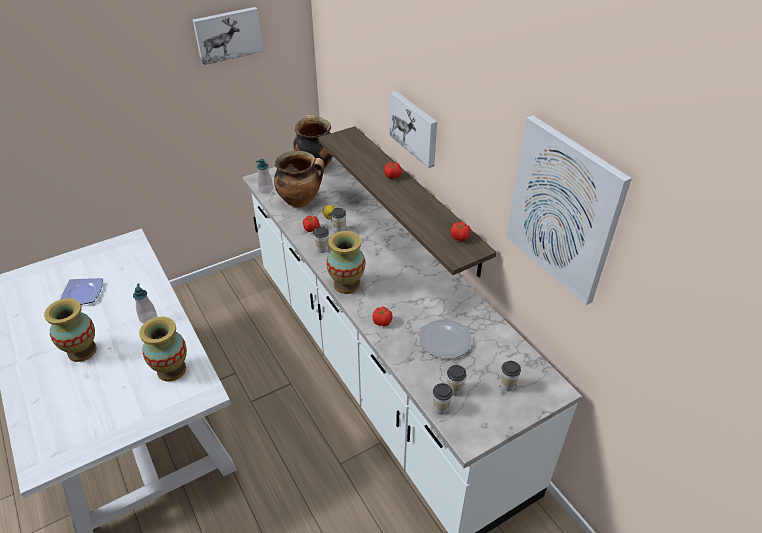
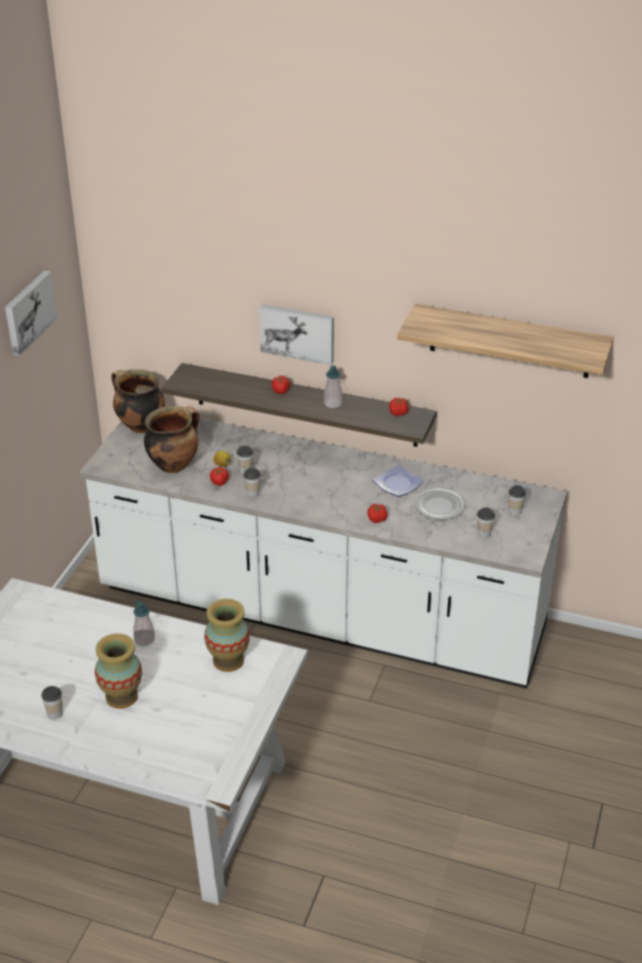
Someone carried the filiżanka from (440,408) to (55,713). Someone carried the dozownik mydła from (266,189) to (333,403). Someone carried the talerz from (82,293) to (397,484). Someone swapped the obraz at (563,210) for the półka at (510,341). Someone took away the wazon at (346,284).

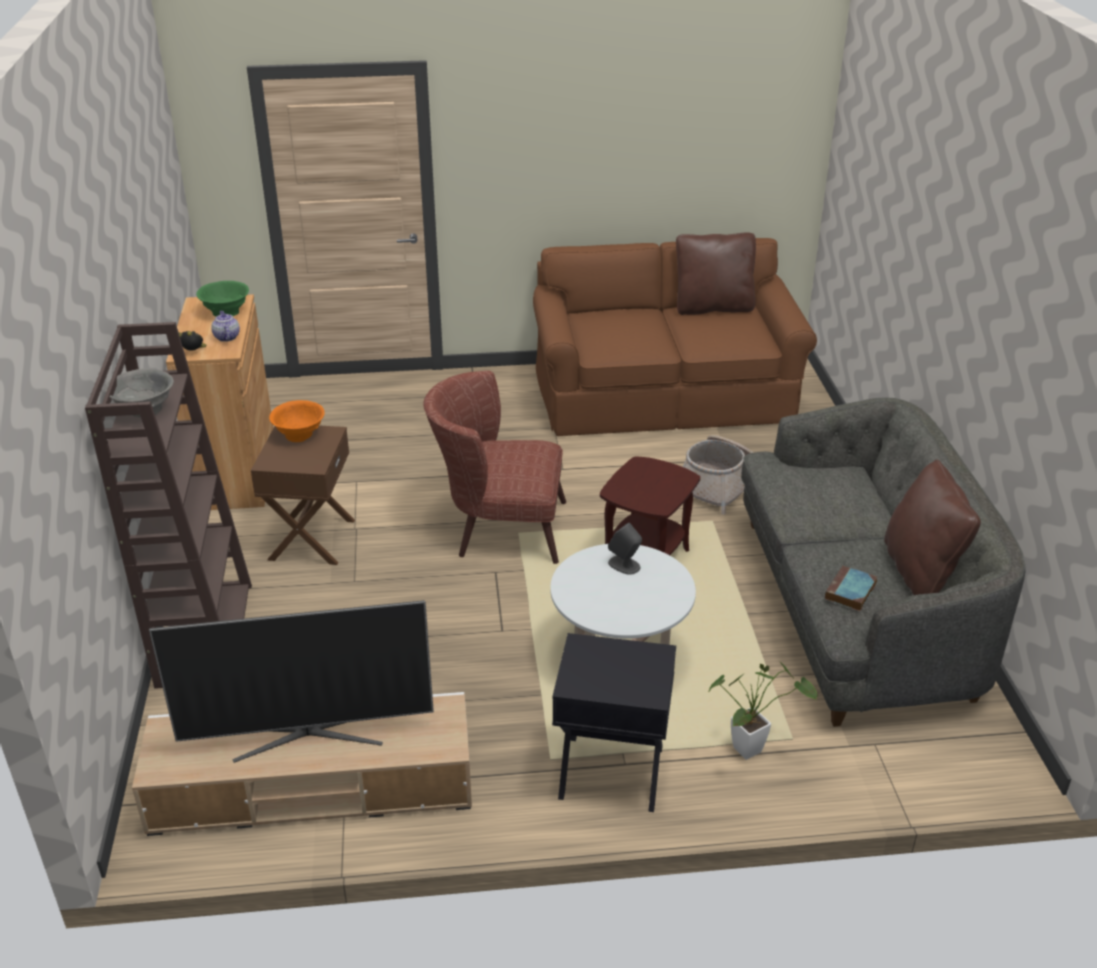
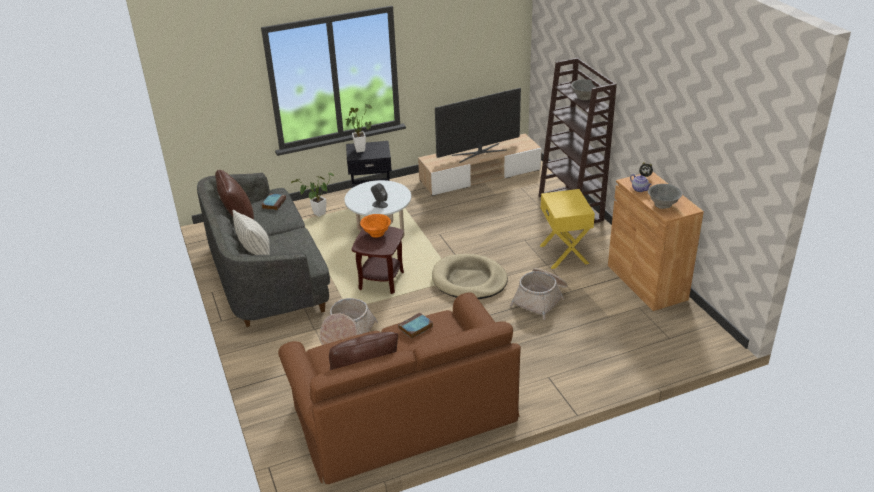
Someone put down the poduszka at (255,252). Someone put down the roślina doniczkowa at (359,149). Someone carried the miska (pomarańczowy) from (299,435) to (376,233). Someone put down the książka at (415,328). Someone swapped the fotel (brązowy) at (498,528) for the legowisko (beżowy) at (469,280). Someone put down the koszyk at (541,299). Someone repainted the stolik (brązowy) at (310,539), which became the stolik (żółty) at (565,254). Someone repainted the miska (zielony) at (226,312), which became the miska (szary) at (663,205).

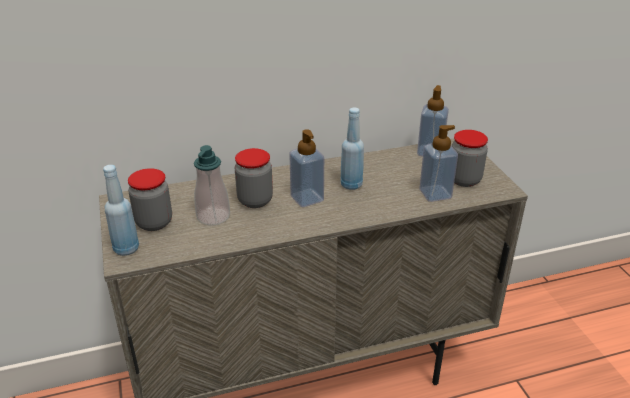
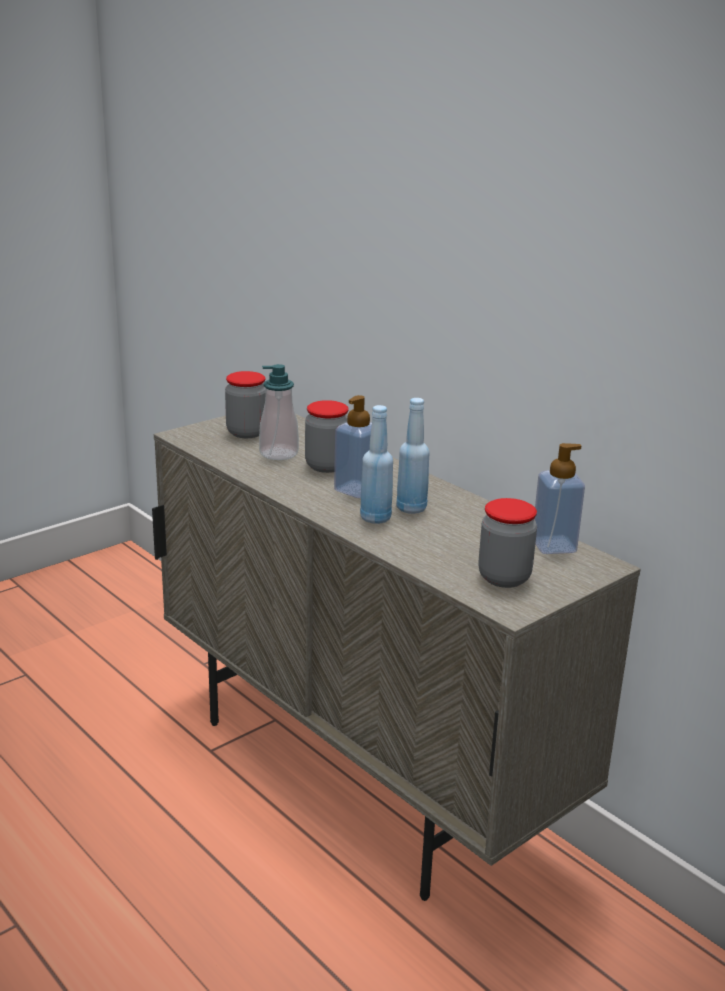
Someone carried the butelka (niebieski) from (126,249) to (375,518). Someone took away the dozownik mydła at (435,194).

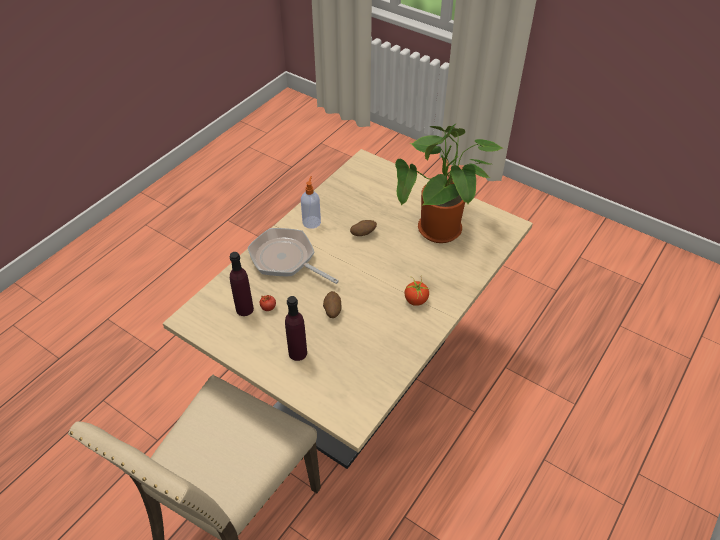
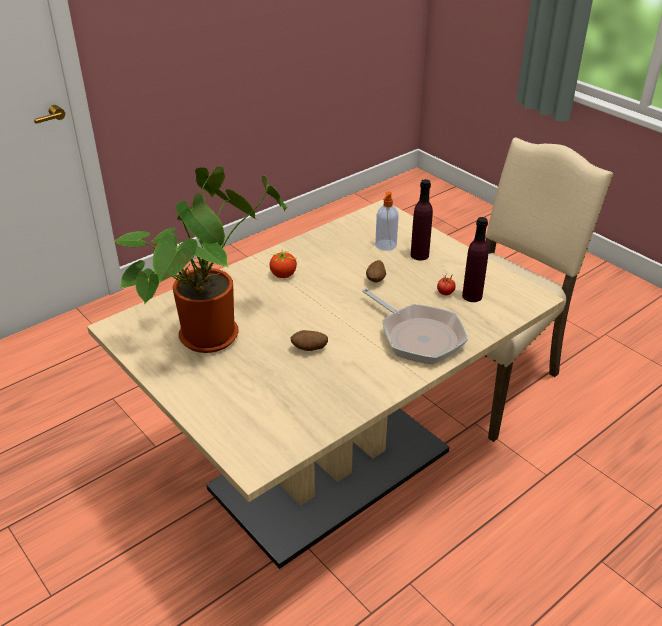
Someone carried the dozownik mydła from (311,222) to (385,245).

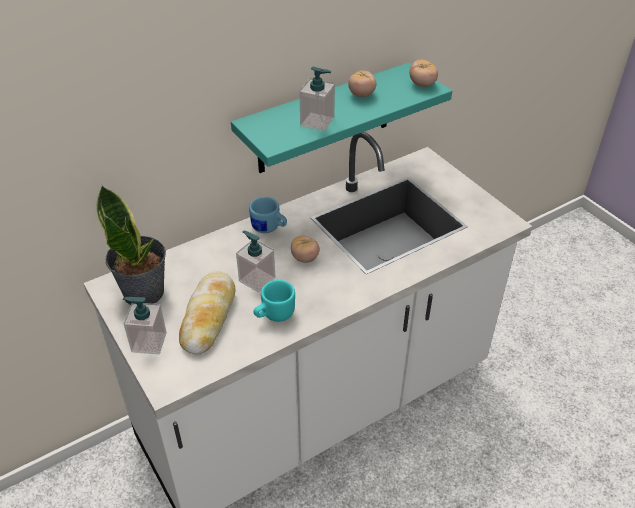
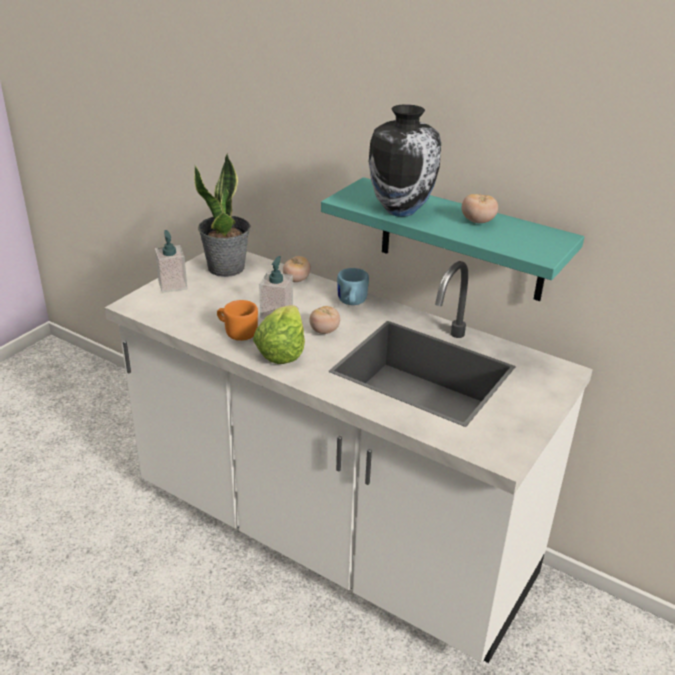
Someone repainted the kubek (turkusowy) at (274,315), which became the kubek (pomarańczowy) at (237,333). Someone put down the sałata at (281,350). Someone carried the pomidor from (422,84) to (296,280). Someone swapped the dozownik mydła at (317,122) for the wazon at (401,210). Someone took away the chleb at (208,317).

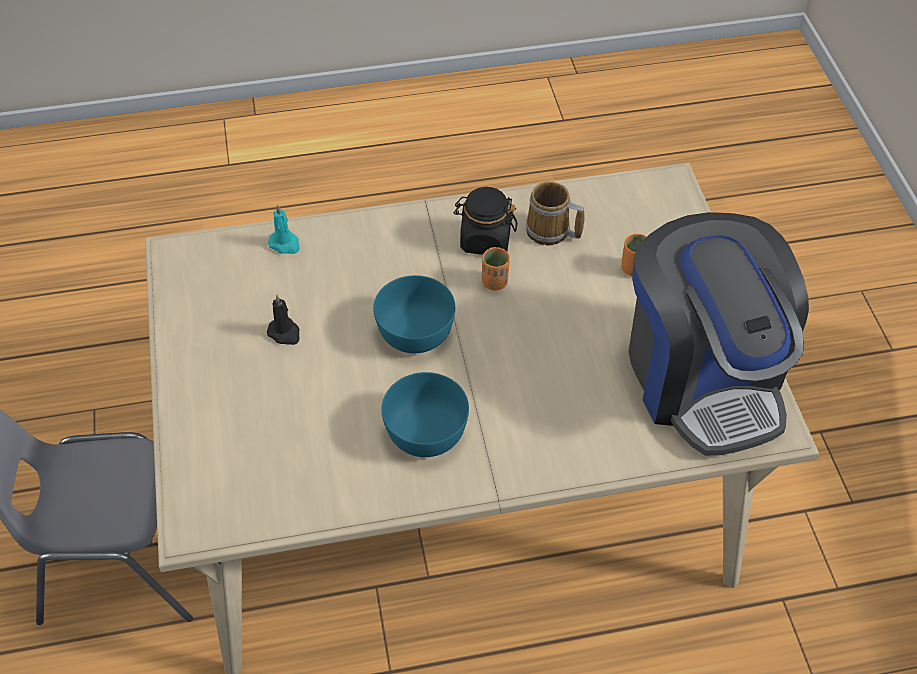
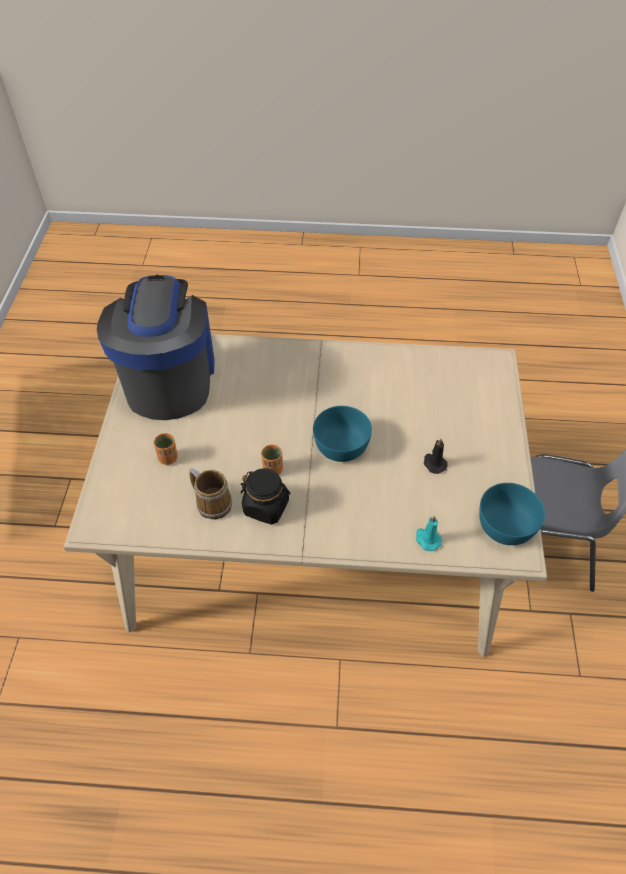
Someone carried the miska (turkusowy) from (425,430) to (506,526).

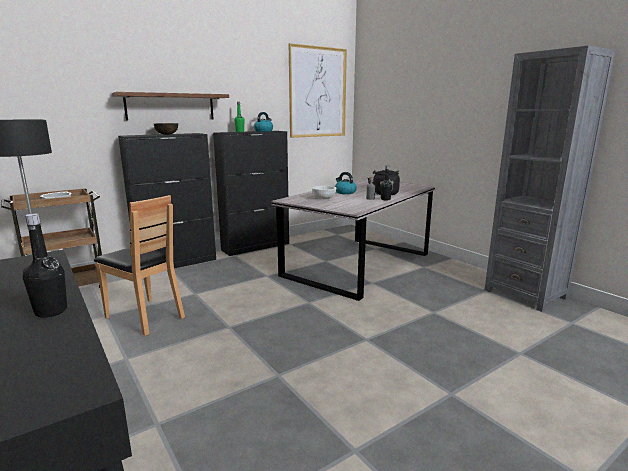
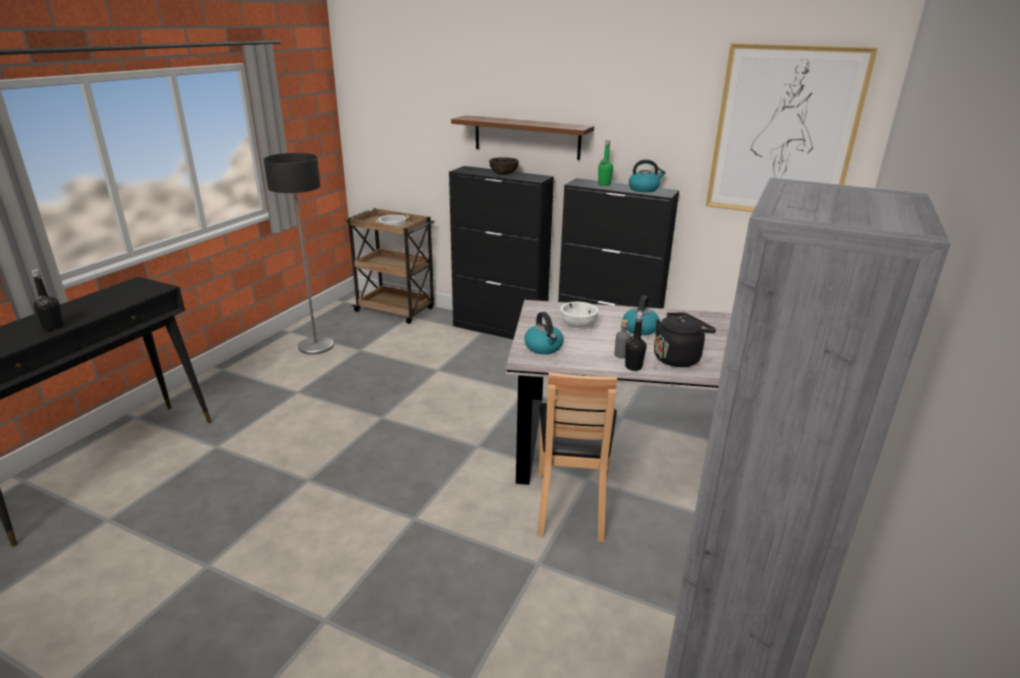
Someone put down the czajnik at (544,347). Someone carried the krzesło (brązowy) from (145,316) to (571,505).

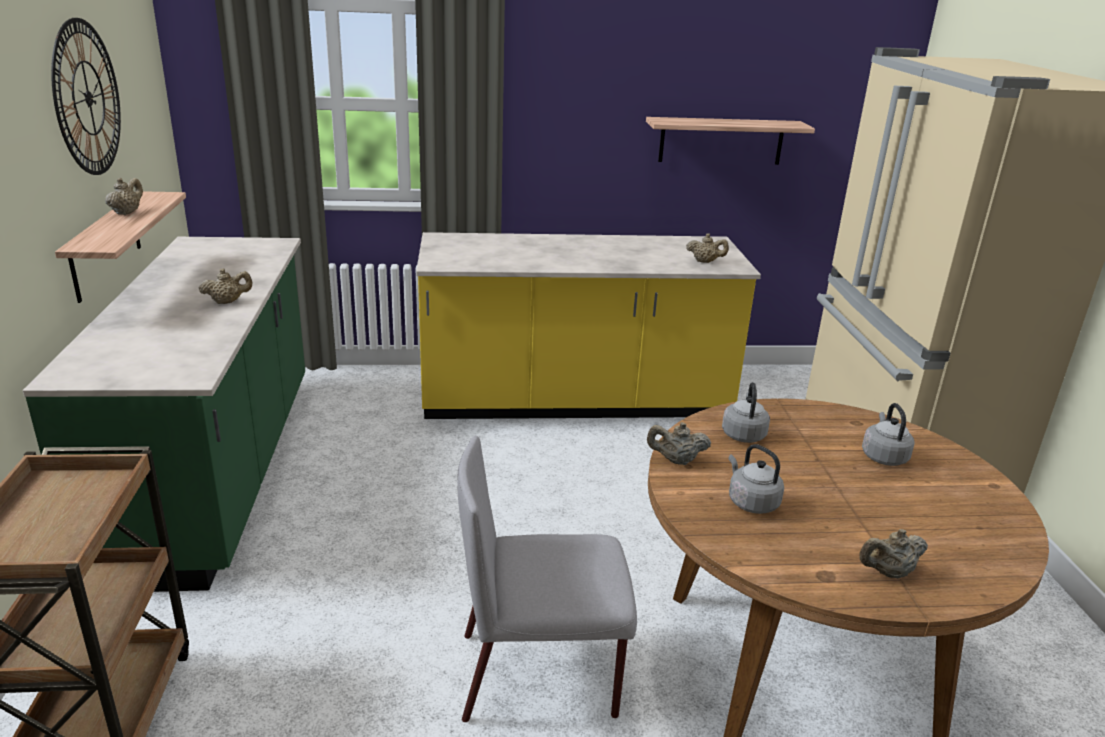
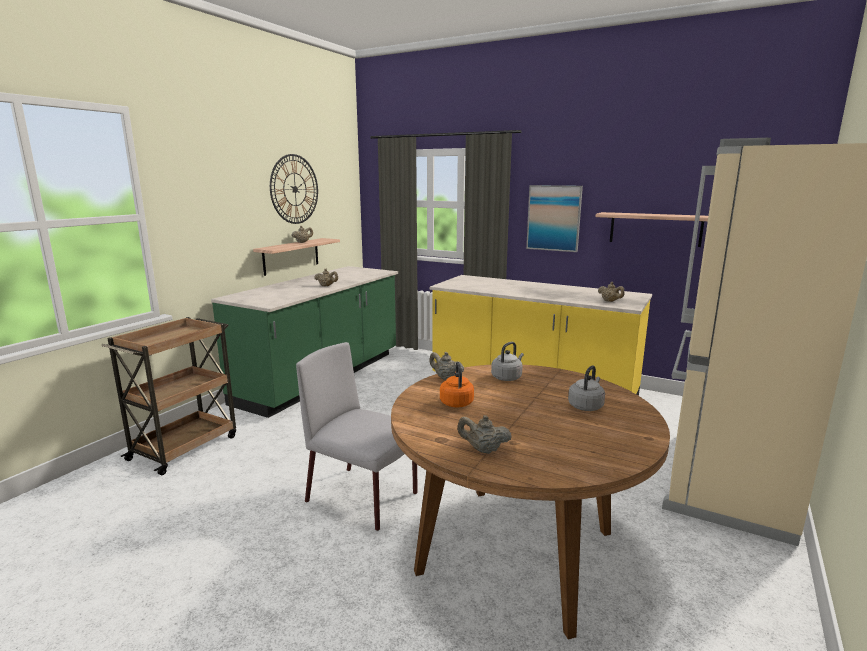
Someone repainted the czajnik (szary) at (751,502), which became the czajnik (pomarańczowy) at (456,402). Someone put up the obraz at (554,218).

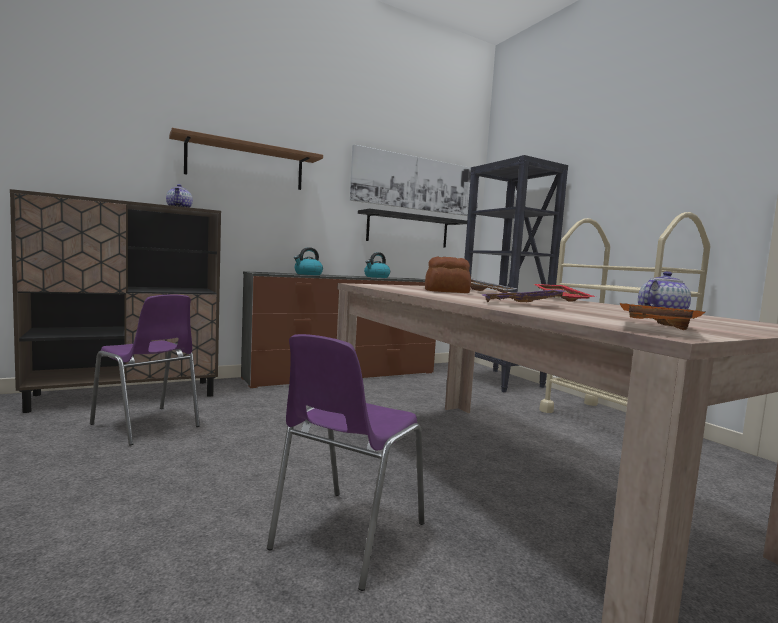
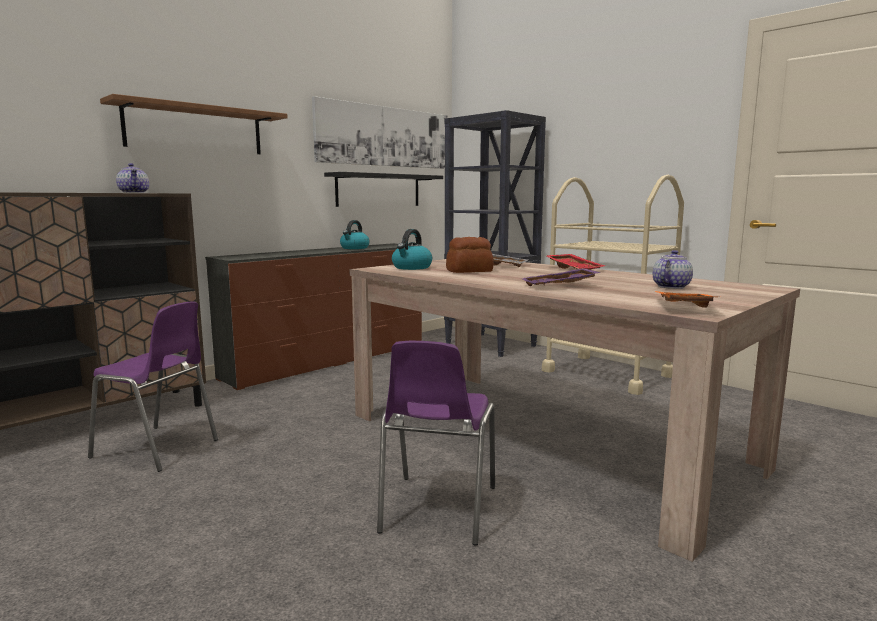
Someone carried the czajnik from (308,274) to (411,267).

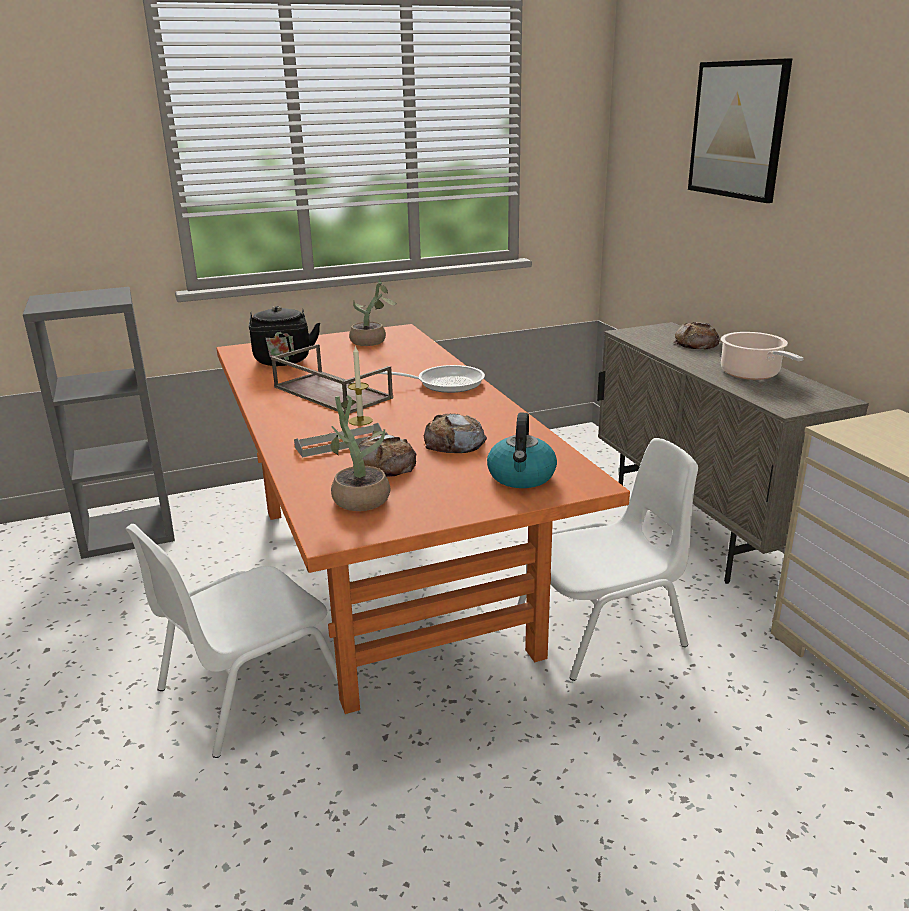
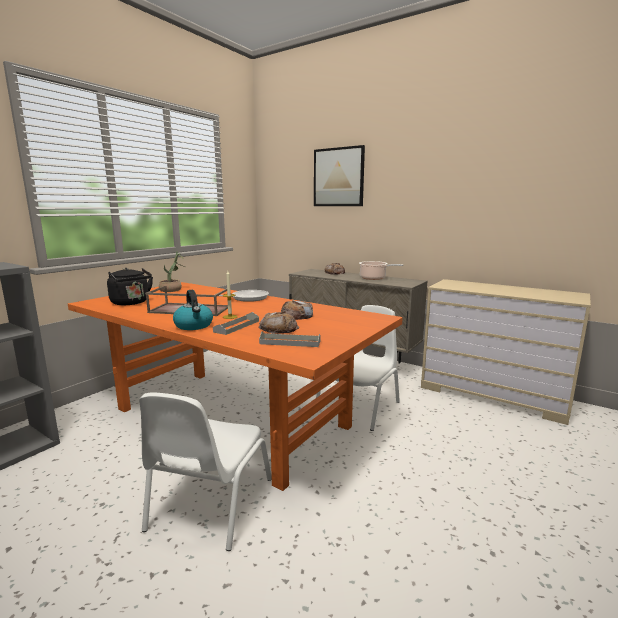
Someone carried the czajnik from (521,477) to (194,326). Someone swapped the roślina doniczkowa at (357,497) for the taca (szary) at (290,342).

